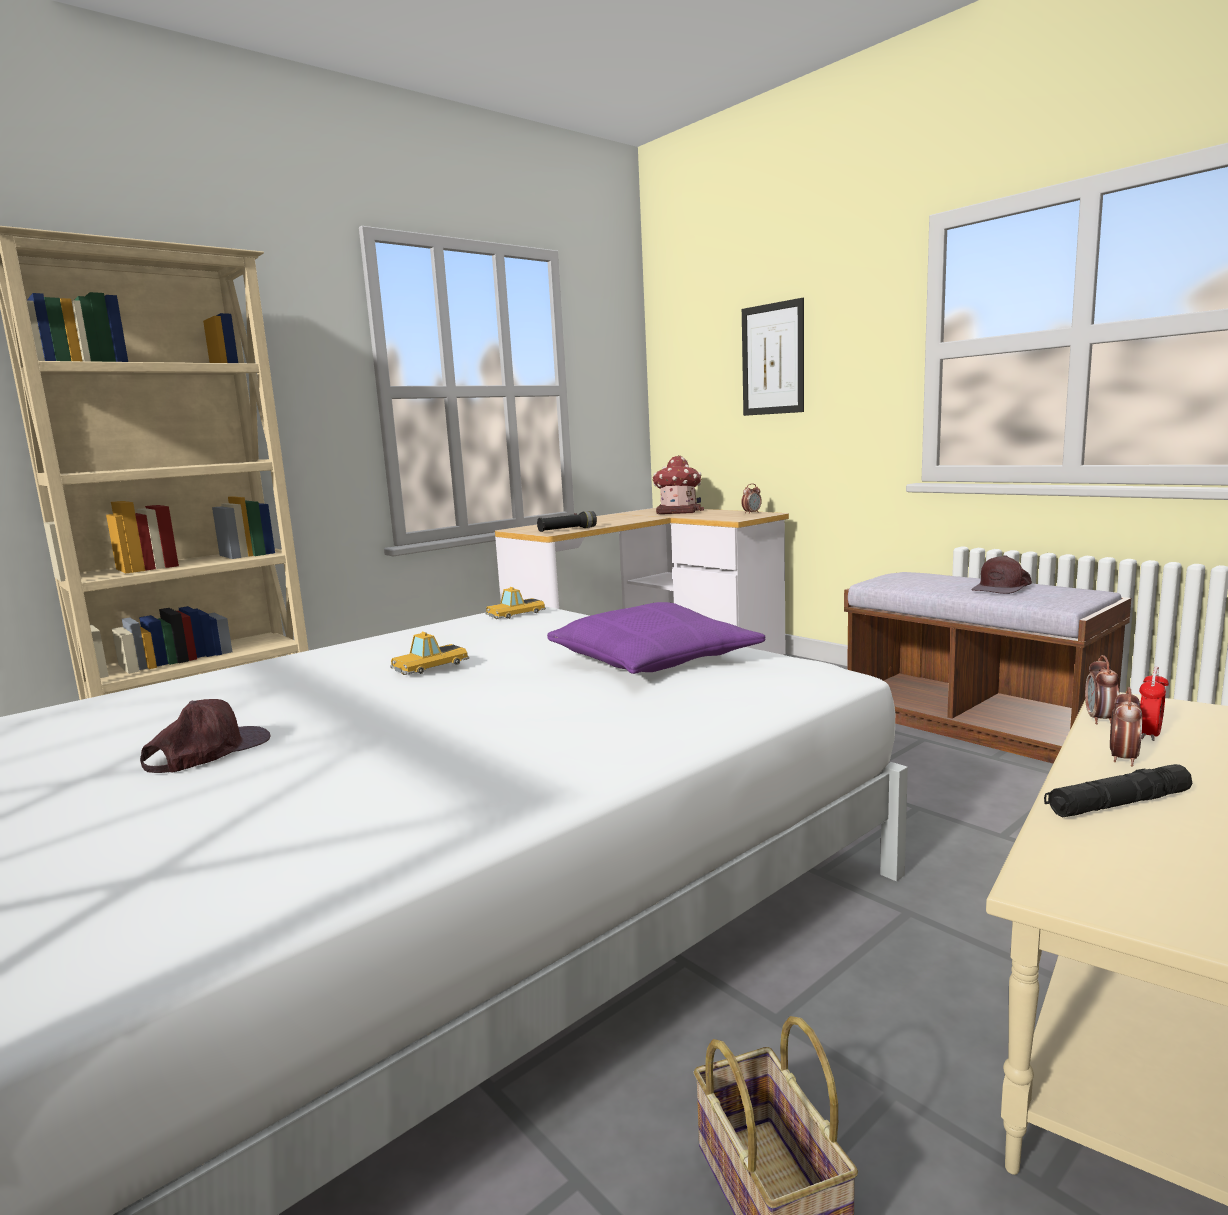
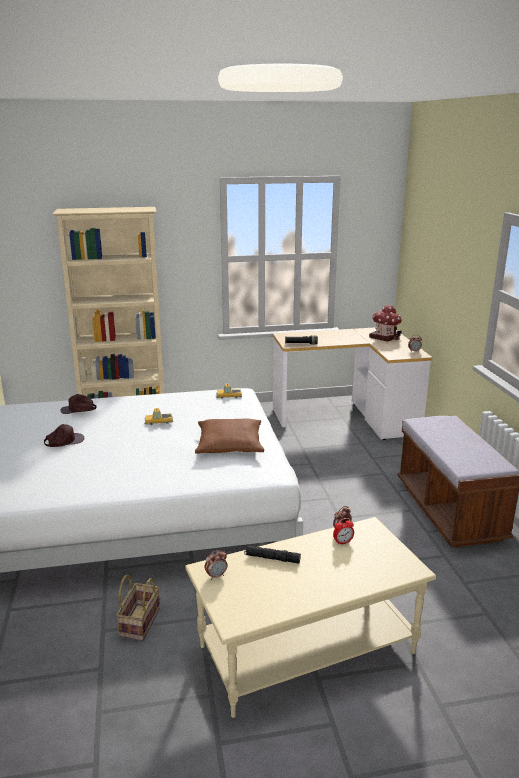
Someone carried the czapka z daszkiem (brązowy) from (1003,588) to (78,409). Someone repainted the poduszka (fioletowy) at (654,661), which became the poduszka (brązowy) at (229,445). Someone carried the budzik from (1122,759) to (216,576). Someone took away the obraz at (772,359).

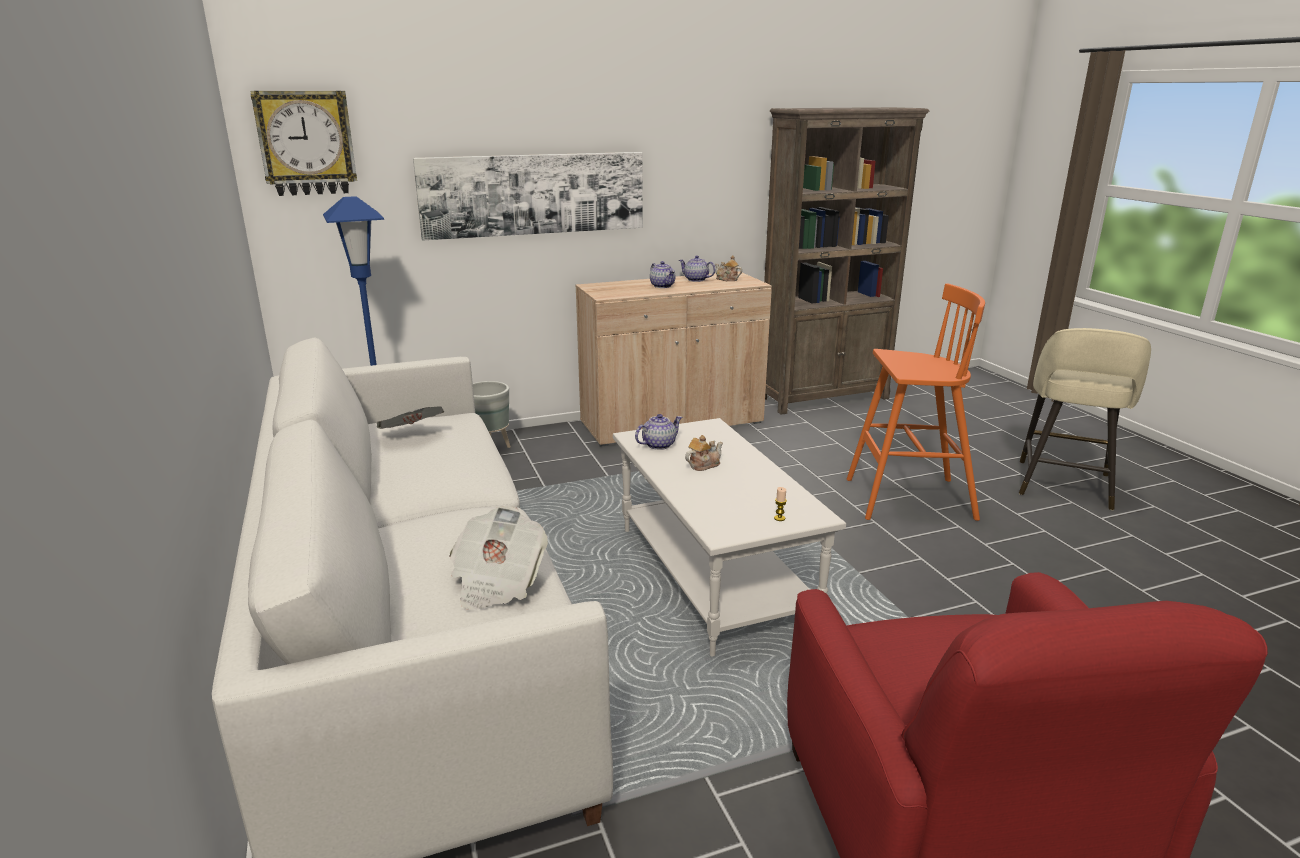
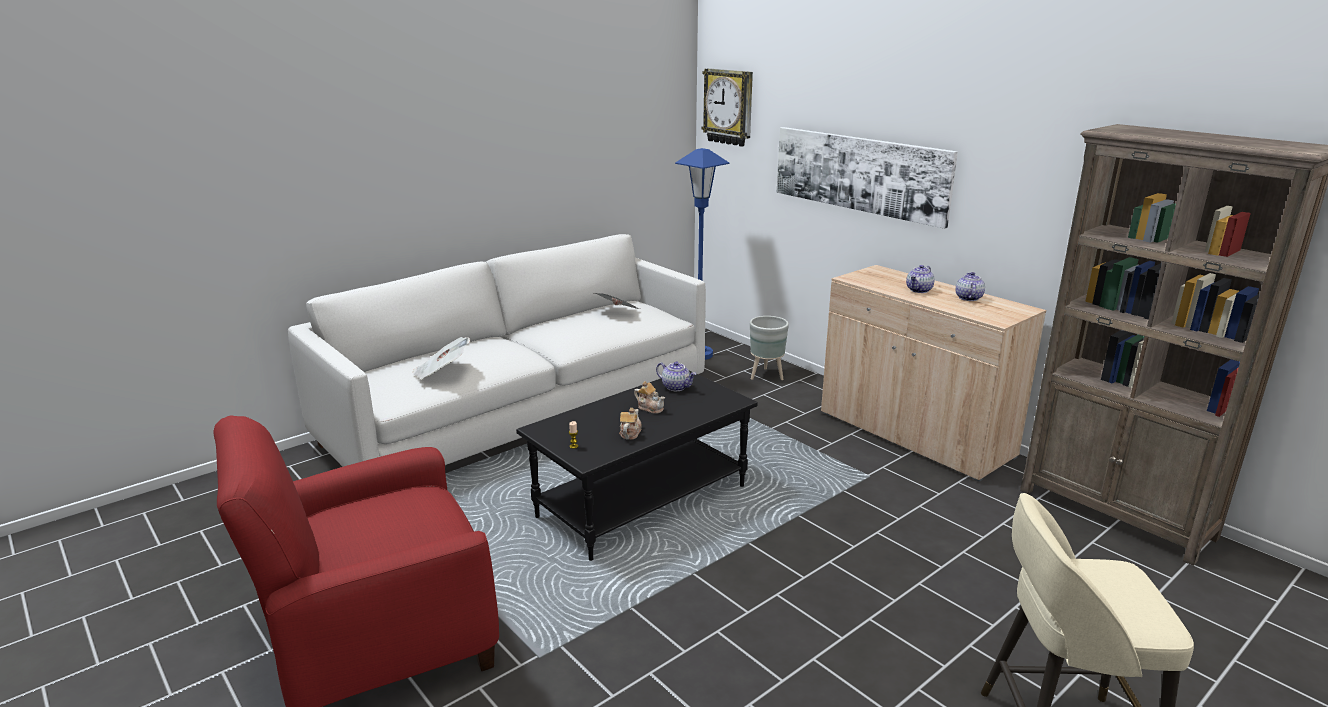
Someone repainted the ława (biały) at (710,576), which became the ława (czarny) at (642,500). Someone carried the imbryk from (727,279) to (630,433). Someone took away the stołek (pomarańczowy) at (906,499).

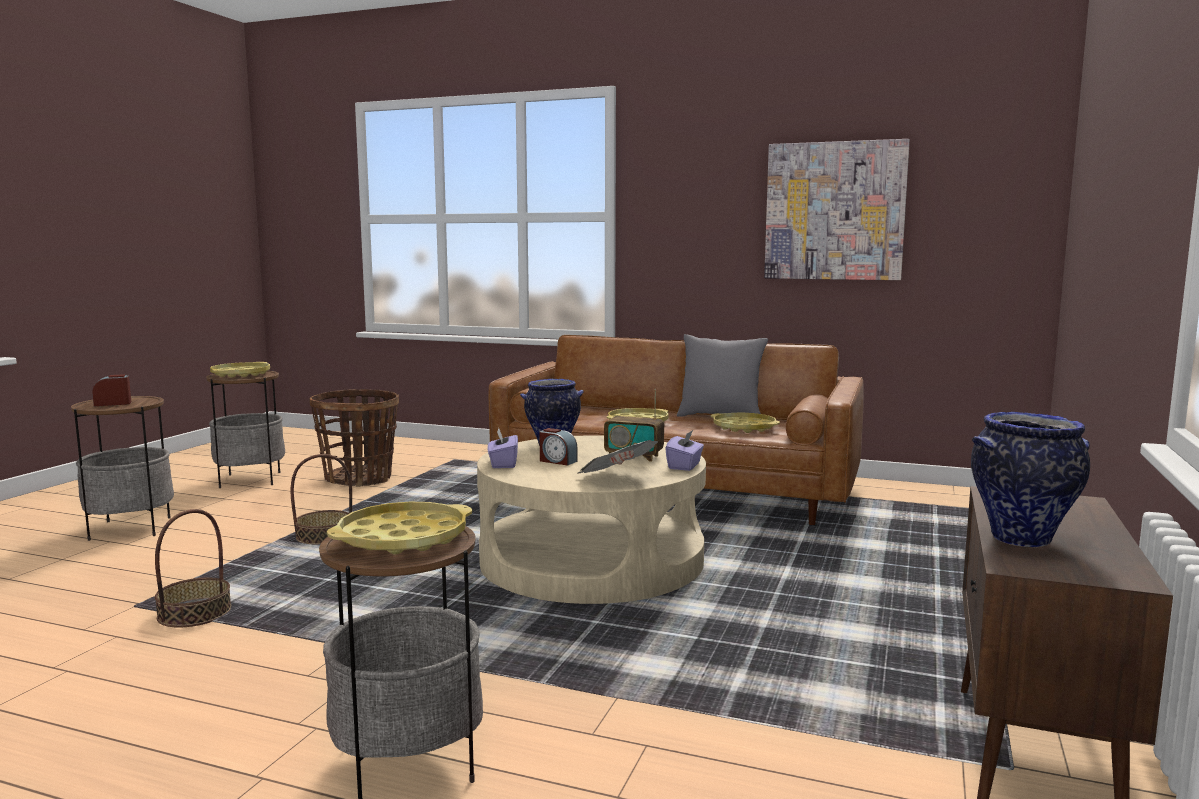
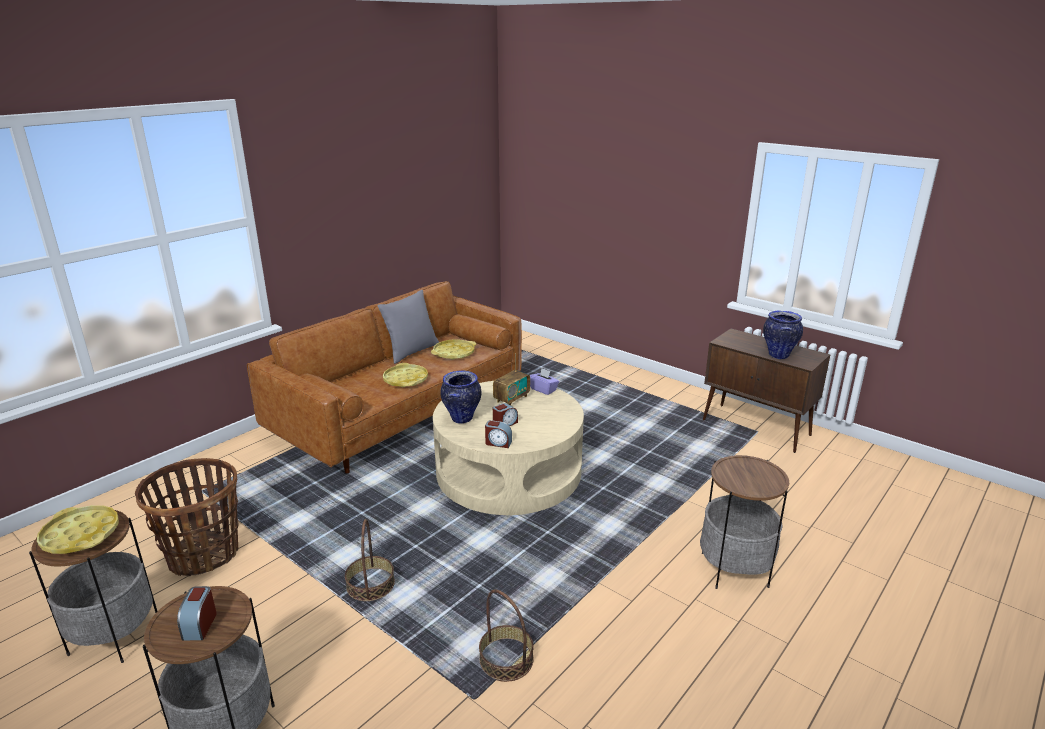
Someone swapped the pudełko chusteczek (fioletowy) at (503,464) for the budzik at (498,443). Someone took away the taca (żółty) at (402,538). Someone took away the gazeta at (617,479). Someone took away the obraz at (834,211).

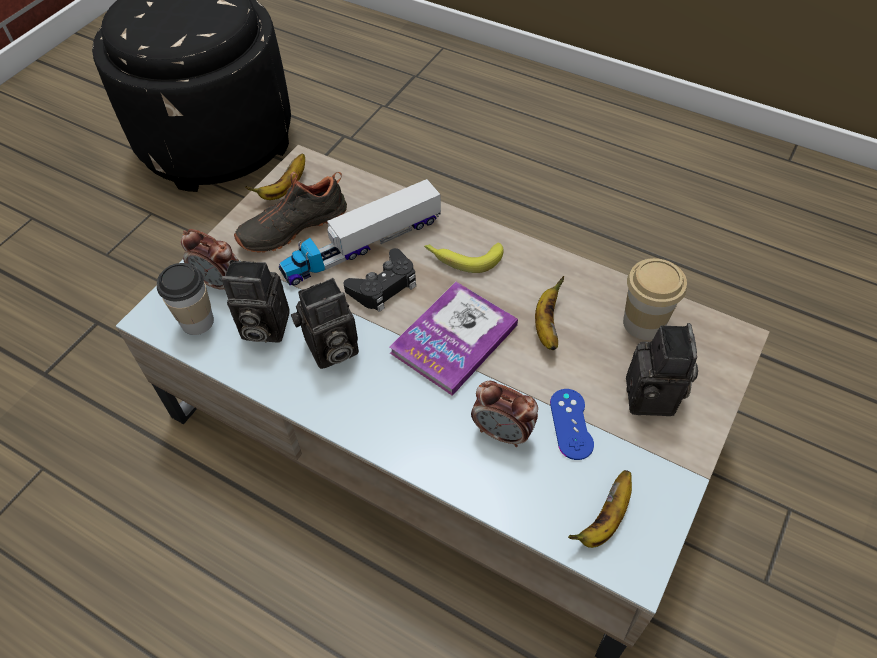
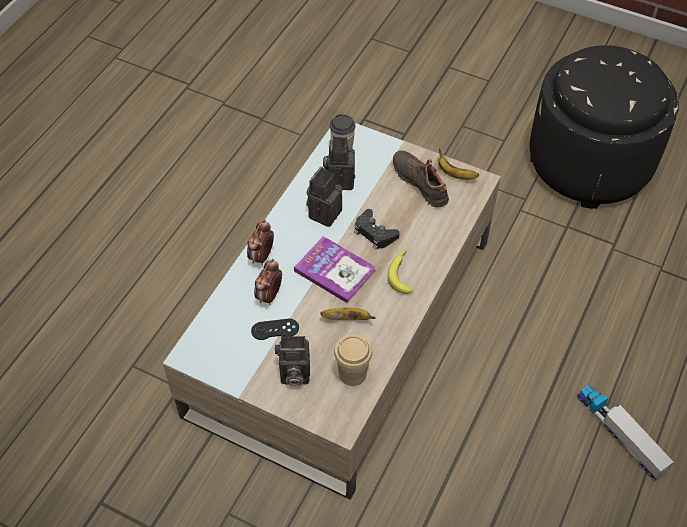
Someone carried the budzik from (220,283) to (261,257). Someone repainted the pad do gier (niebieski) at (571,424), which became the pad do gier (czarny) at (275,329). Someone rotated the aparat fotograficzny at (330,350) by 60 degrees clockwise. Someone carried the ciężarówka zabawkowa from (362,245) to (620,434). Someone took away the banan at (604,520).

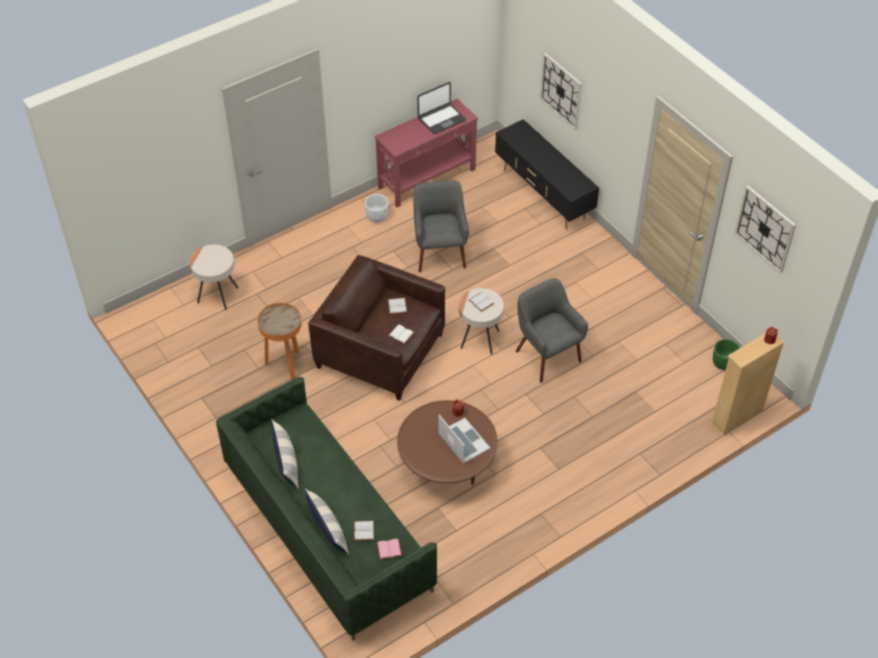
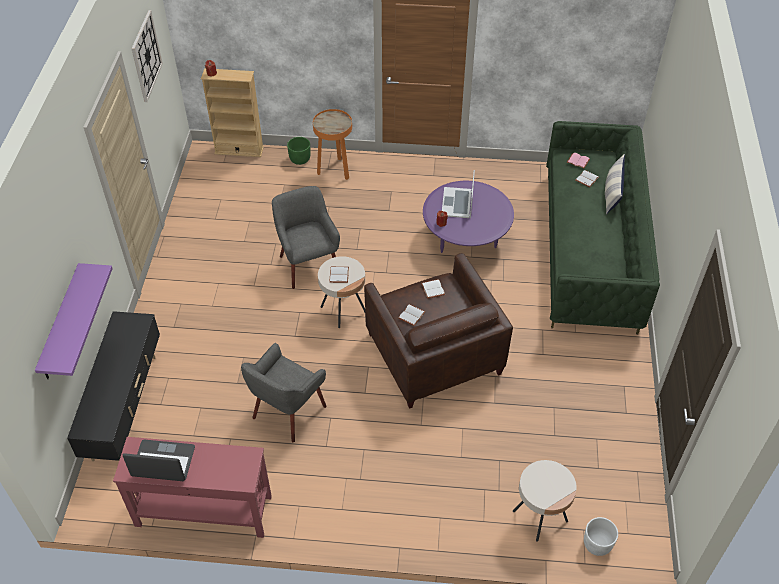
Someone swapped the zegar ścienny at (561,91) for the półka (fioletowy) at (61,323). Someone rotated the fotel (szary) at (547,356) by 150 degrees clockwise. Someone carried the donica (zielony) from (723,363) to (299,159). Someone carried the stolik (pomarańczowy) from (285,364) to (335,171). Someone repainted the ława (brązowy) at (447,465), which became the ława (fioletowy) at (465,239). Someone carried the donica (biały) from (377,216) to (597,544). Someone took away the poduszka at (286,462).

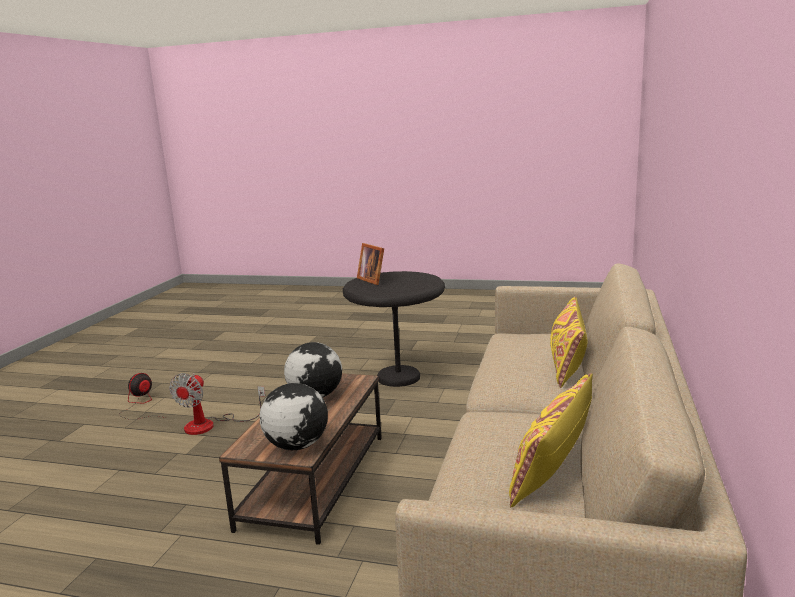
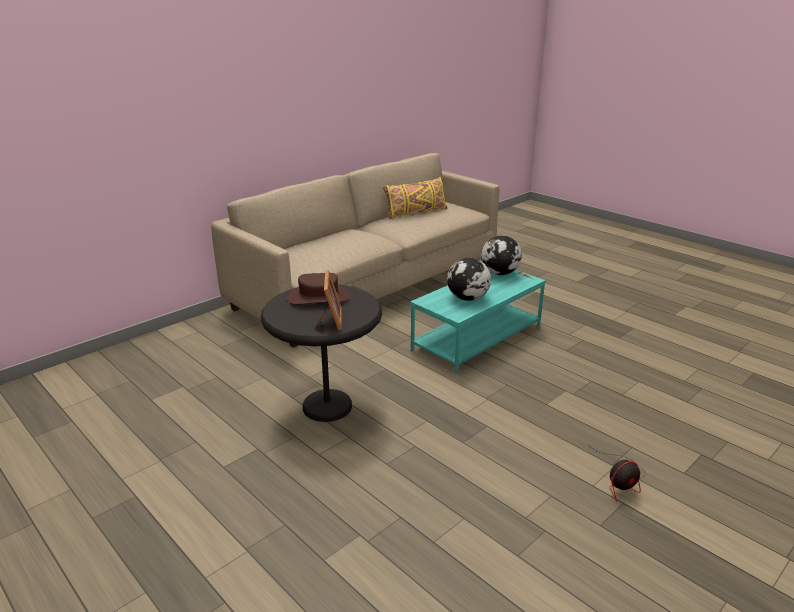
Someone put down the kapelusz (brązowy) at (319,297). Someone repainted the ława (brązowy) at (315,480), which became the ława (turkusowy) at (477,337). Someone took away the wentylator at (210,425). Someone took away the poduszka (żółty) at (567,364).

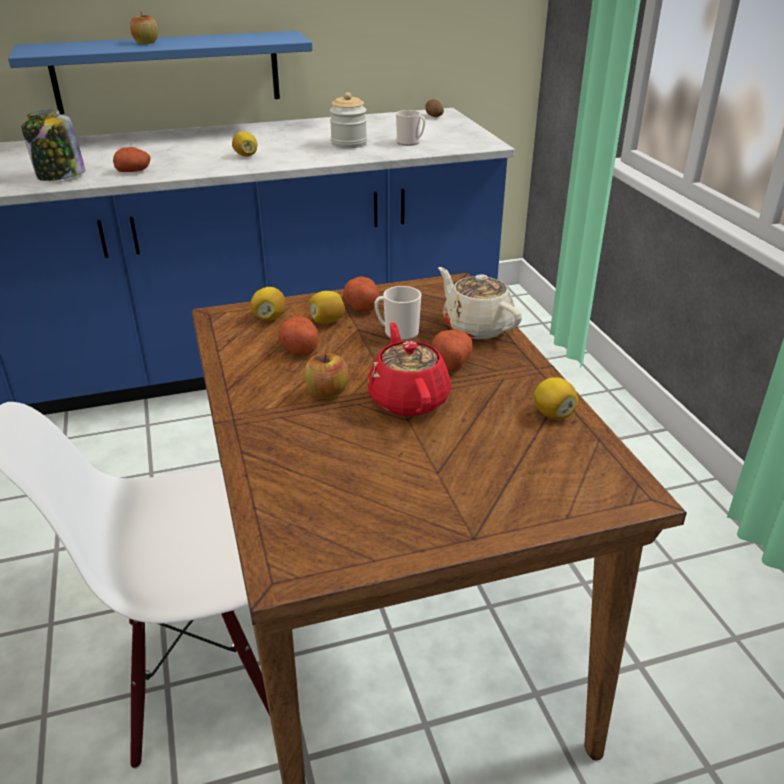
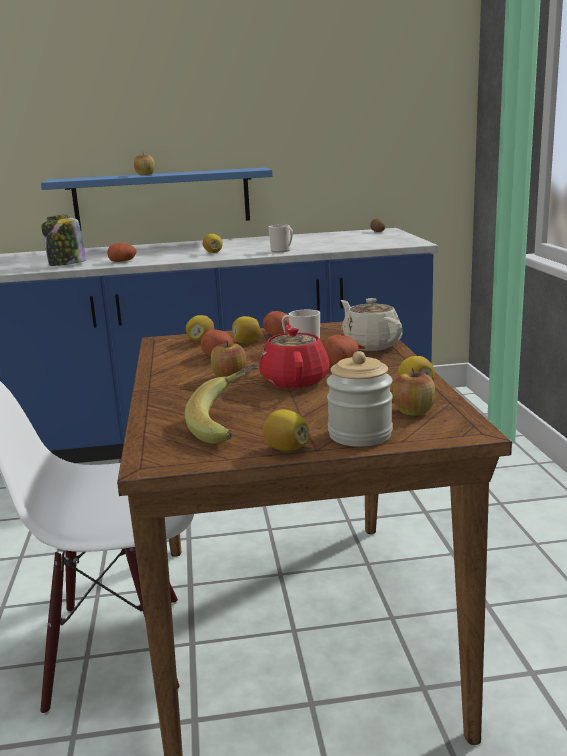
Someone put down the banan at (231,425). Someone put down the cytryna at (286,449). Someone carried the kubek from (410,142) to (282,251). Someone carried the słoik from (349,143) to (360,435). Someone put down the jabłko at (413,411).

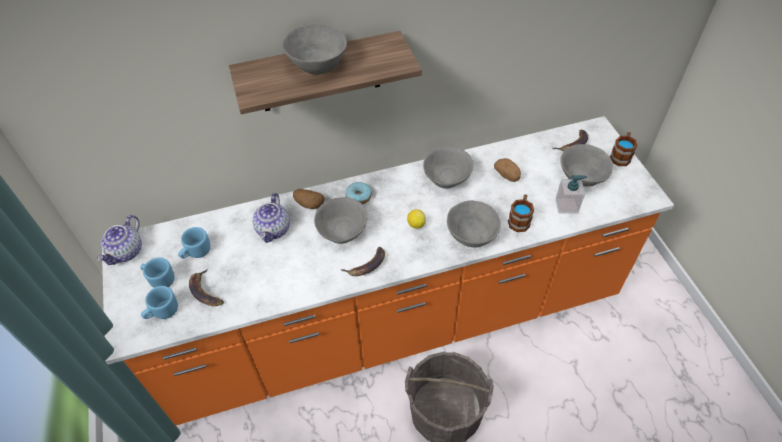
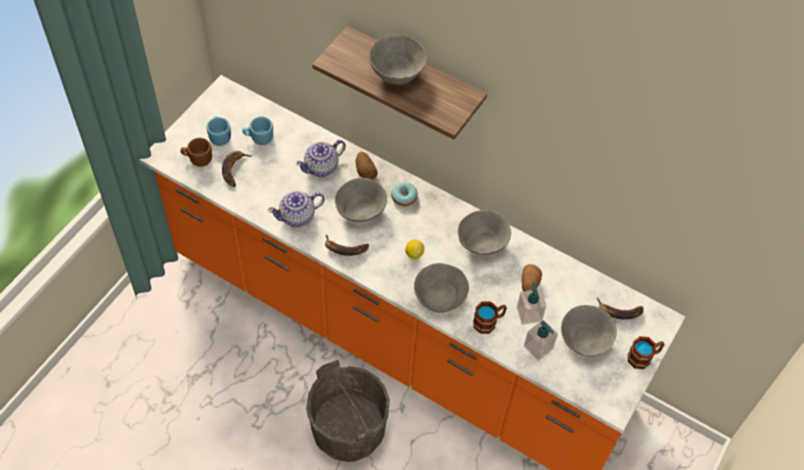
Someone repainted the kubek (niebieski) at (162,312), which became the kubek (brązowy) at (197,159). Someone carried the imbryk from (126,252) to (297,217). Someone put down the dozownik mydła at (529,314).

